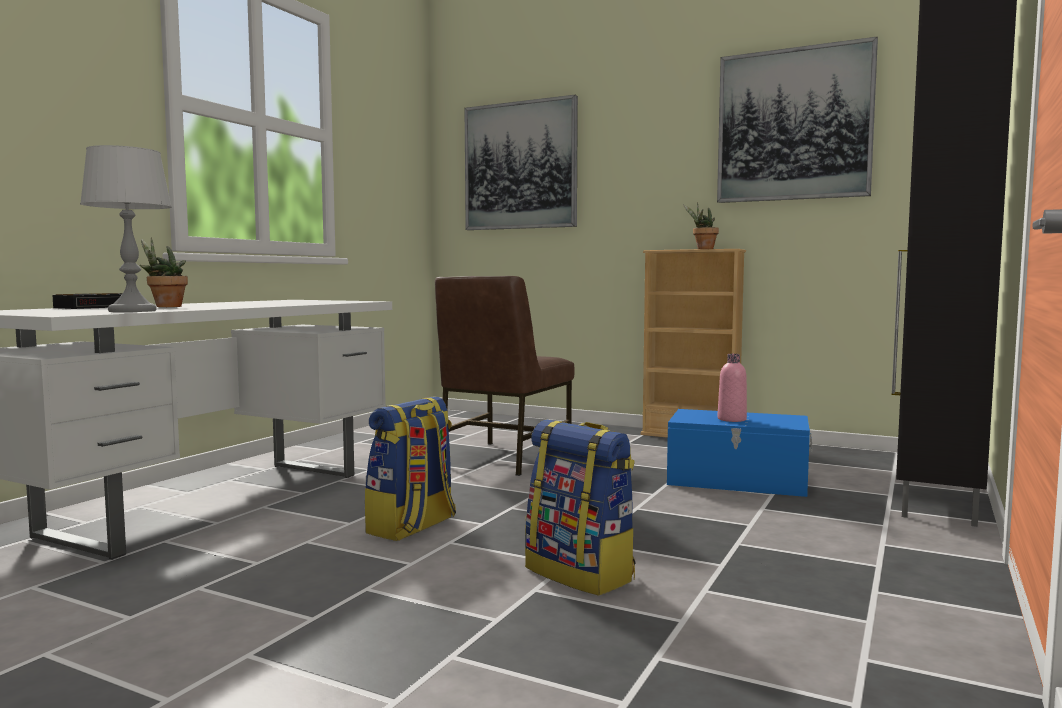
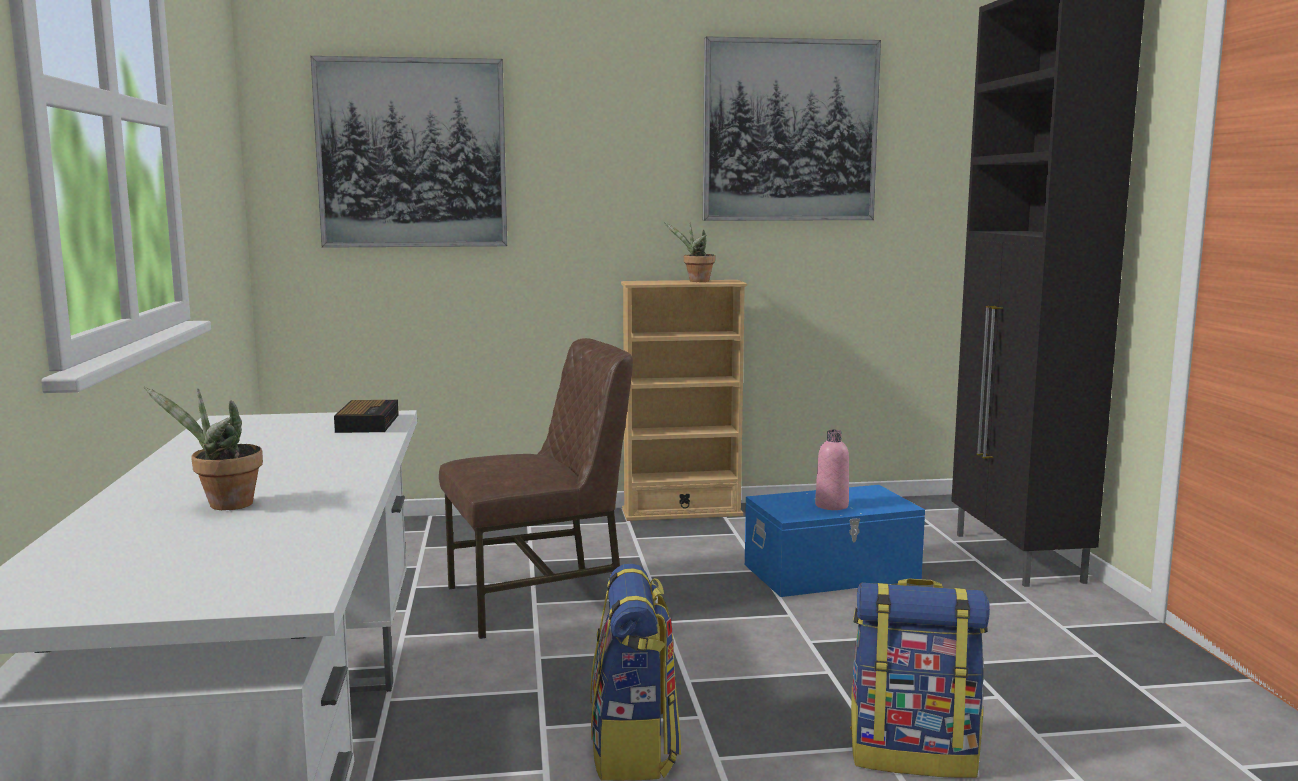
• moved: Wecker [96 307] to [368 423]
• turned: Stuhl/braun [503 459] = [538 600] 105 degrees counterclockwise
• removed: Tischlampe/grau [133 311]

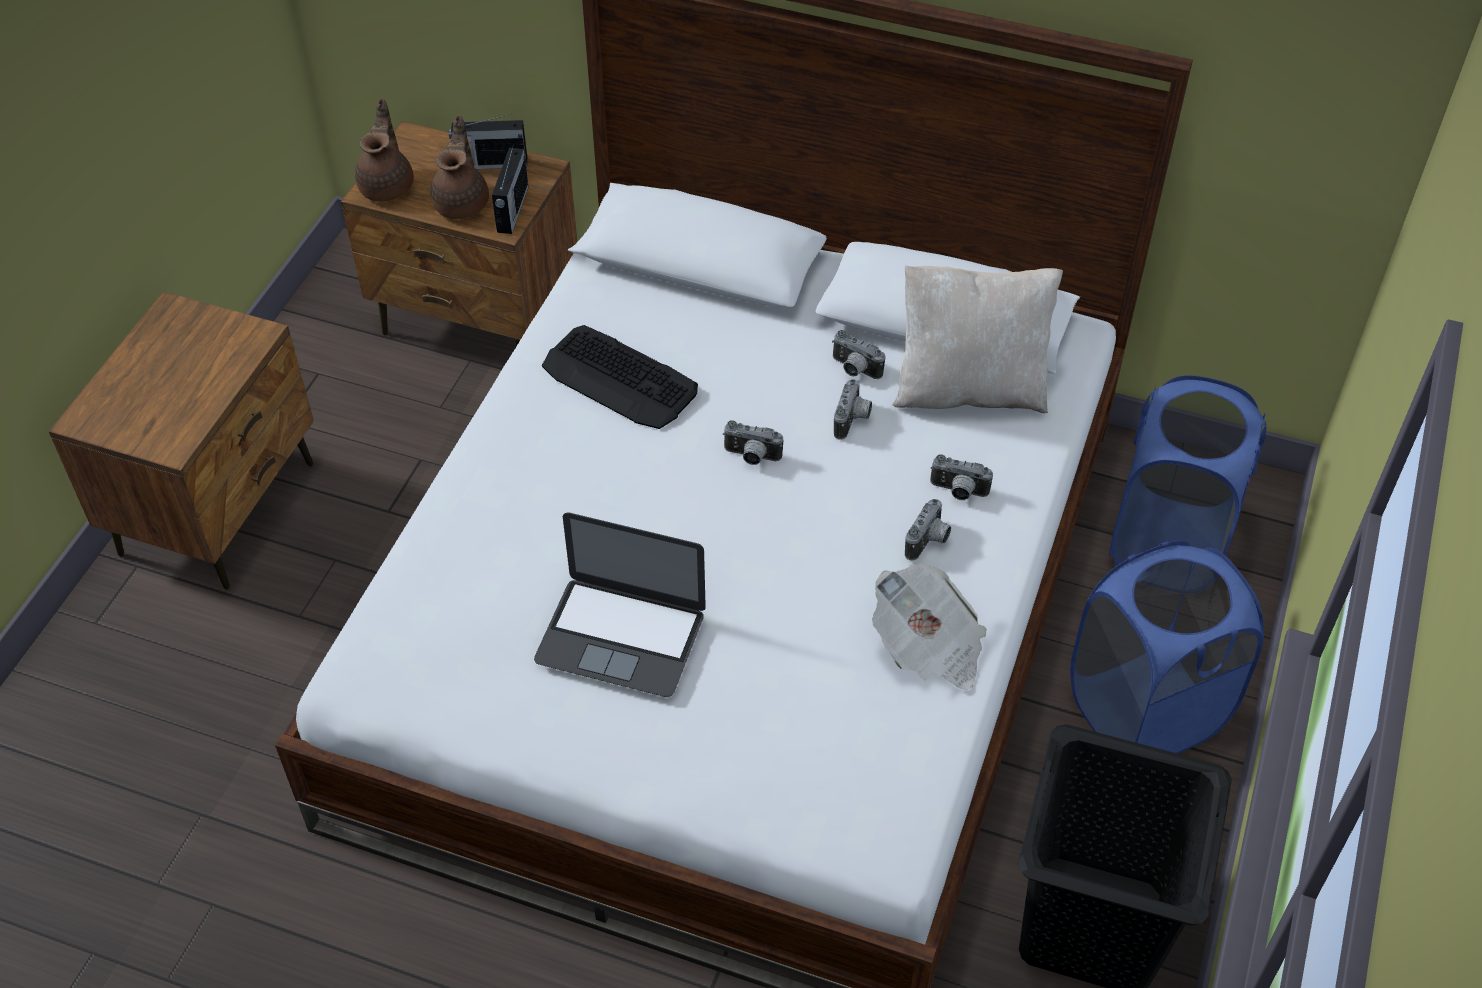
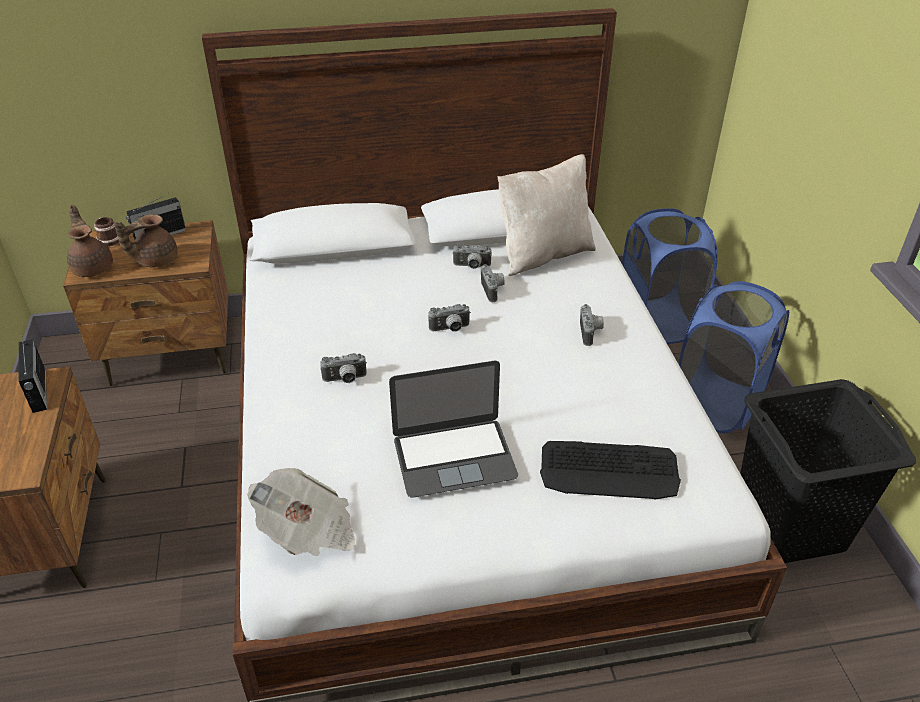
• moved: Radio [512 210] to [39 392]
• added: Henkelbecher [108 239]
• turned: Teekanne/braun [463 202] = [155 260] 105 degrees counterclockwise
• moved: Zeitung [928 647] to [308 531]
• moved: Kamera [958 492] to [345 380]
• moved: Tastatur [620 379] to [609 471]

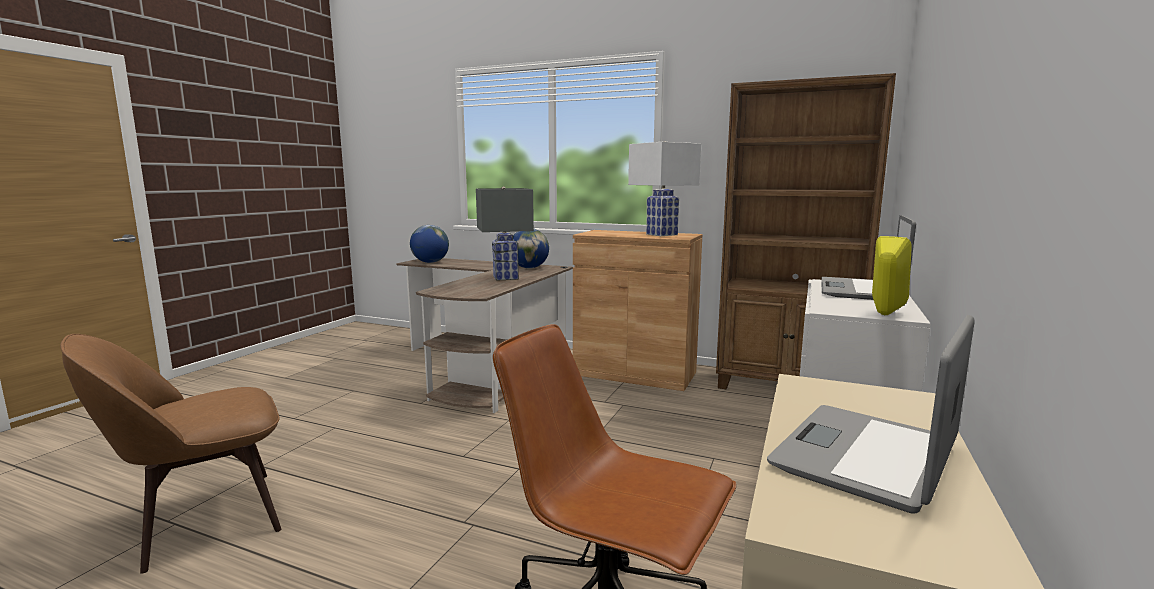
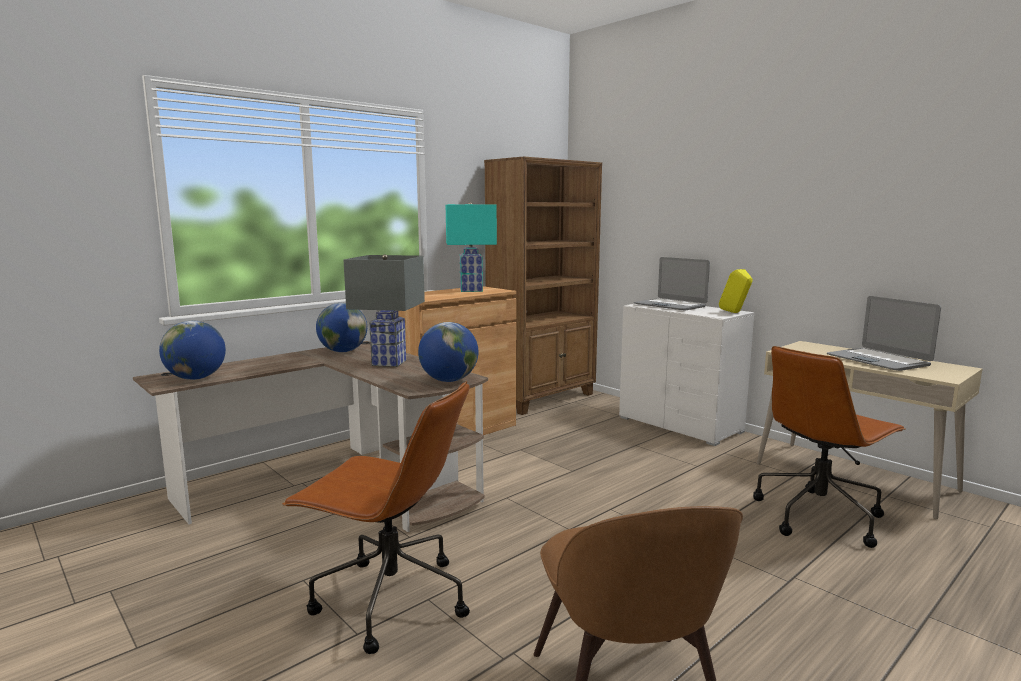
• added: Bürostuhl/braun [389 600]
• added: Globus [449 380]
• recoloured: Tischlampe/weiß [661 234] to Tischlampe/türkis [471 290]

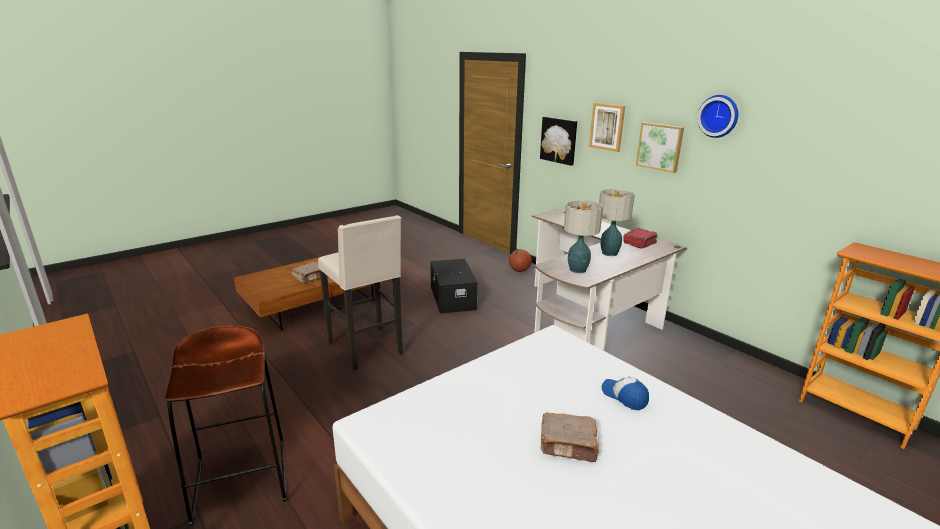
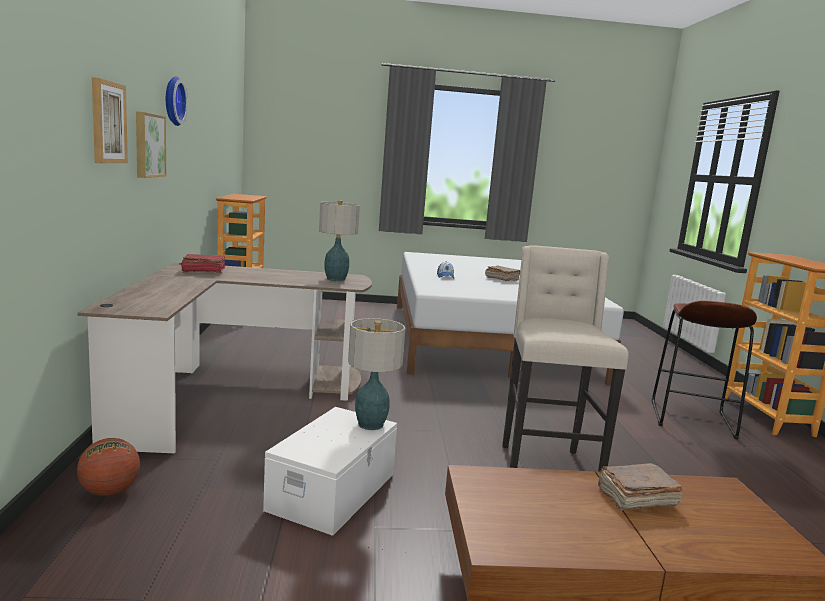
• recoloured: Aufbewahrungsbox/schwarz [452 298] to Aufbewahrungsbox/weiß [334 492]
• moved: Tischlampe [609 253] to [370 425]
• removed: Bild [559 140]

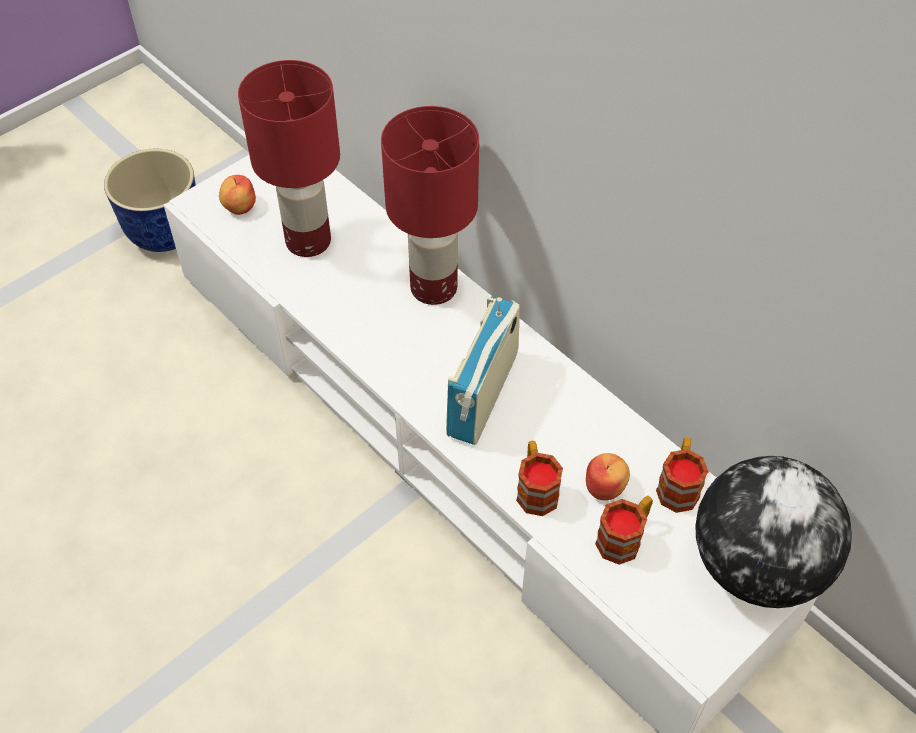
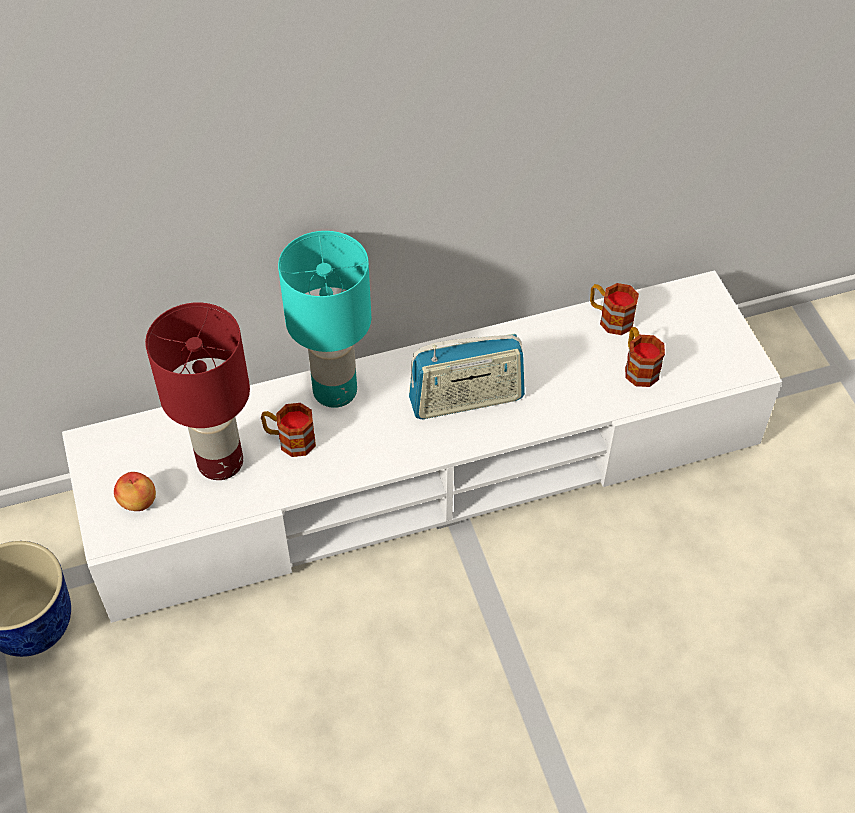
• moved: Henkelbecher [535 488] to [289 440]
• recoloured: Tischlampe/rot [432 288] to Tischlampe/türkis [334 392]
• turned: Radio [483 395] = [466 400] 60 degrees counterclockwise
• removed: Apfel [605 487]
• removed: Globus [756 565]

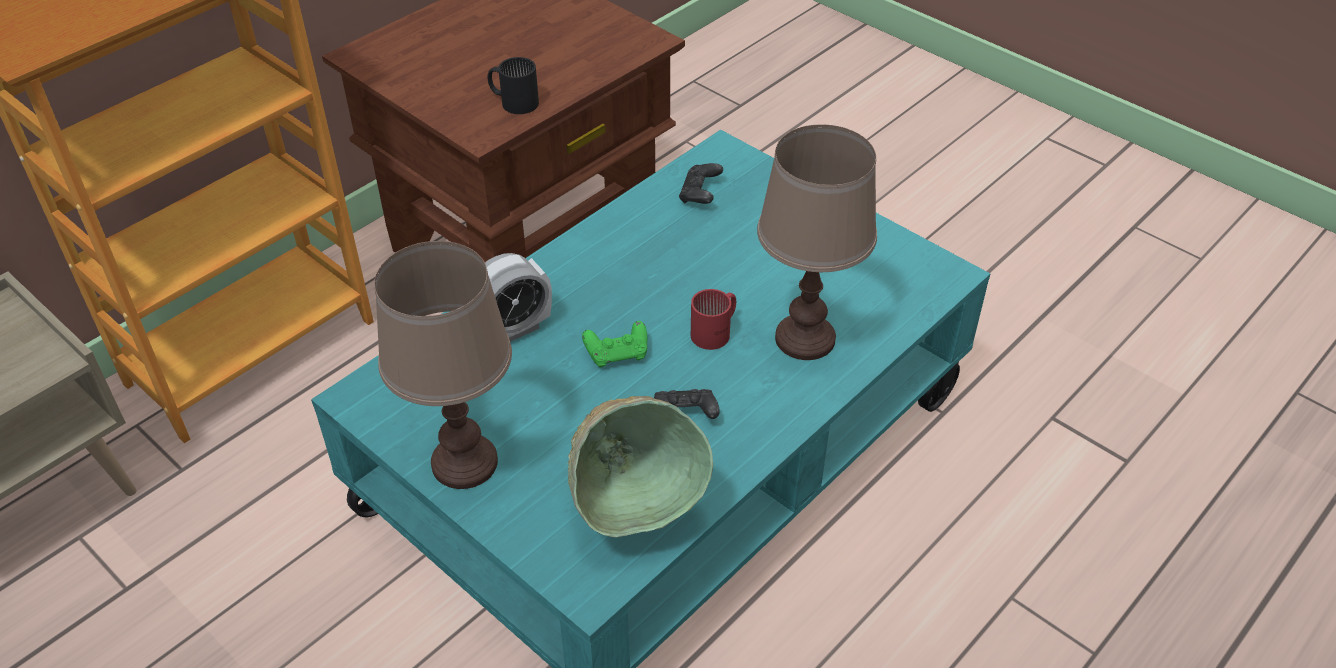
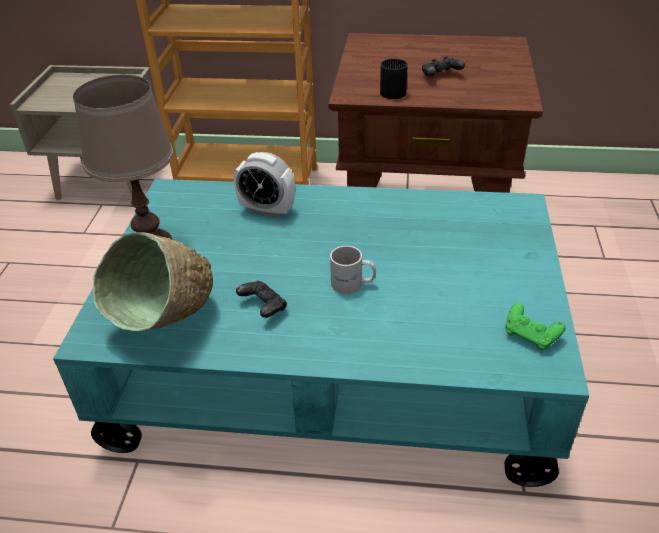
• recoloured: Henkelbecher/rot [716 332] to Henkelbecher/weiß [352 284]
• moved: Gamepad/schwarz [700 194] to [440 76]
• moved: Gamepad/grün [617 354] to [530 336]
• removed: Tischlampe/braun [806 339]

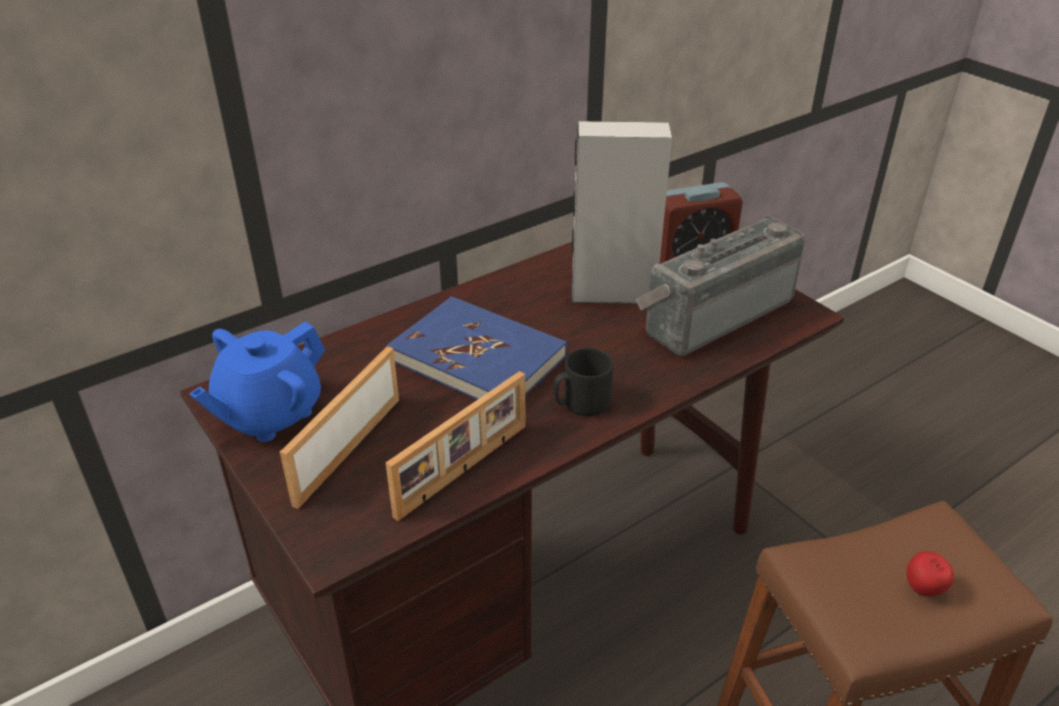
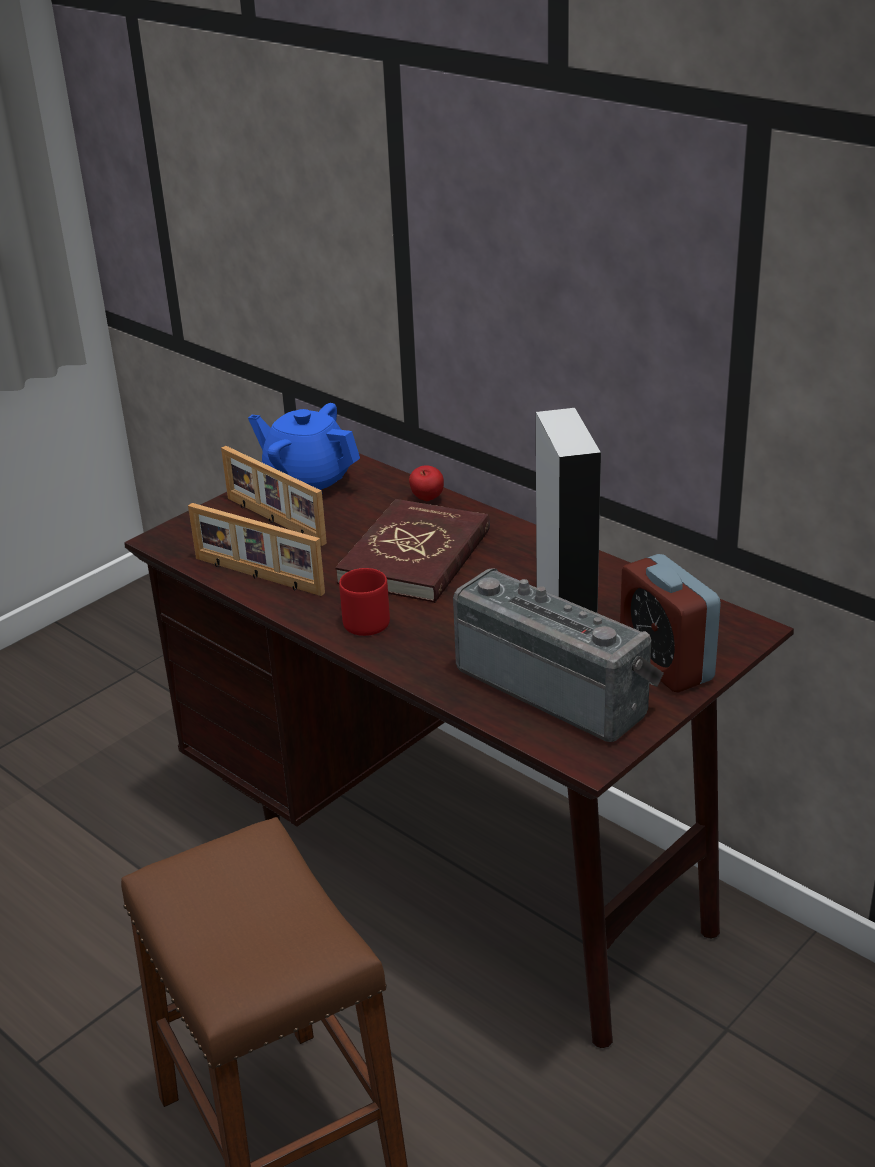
• turned: Bilderrahmen [346 449] = [274 521] 150 degrees counterclockwise
• recoloured: Buch/blau [478 358] to Buch/rot [416 557]
• recoloured: Henkelbecher/schwarz [581 403] to Henkelbecher/rot [363 620]
• moved: Apfel [923 590] to [427 500]

